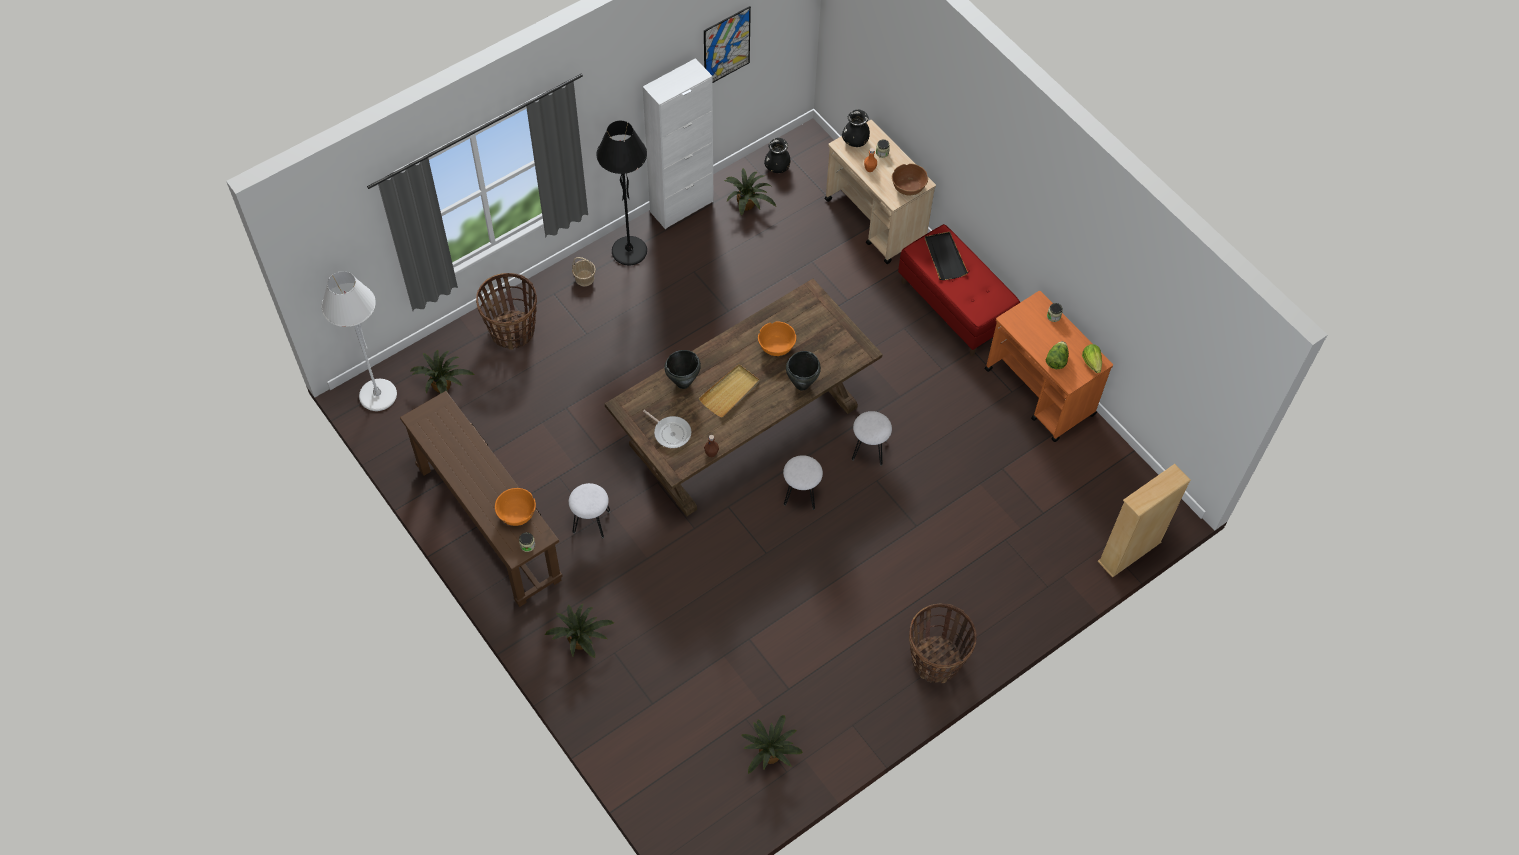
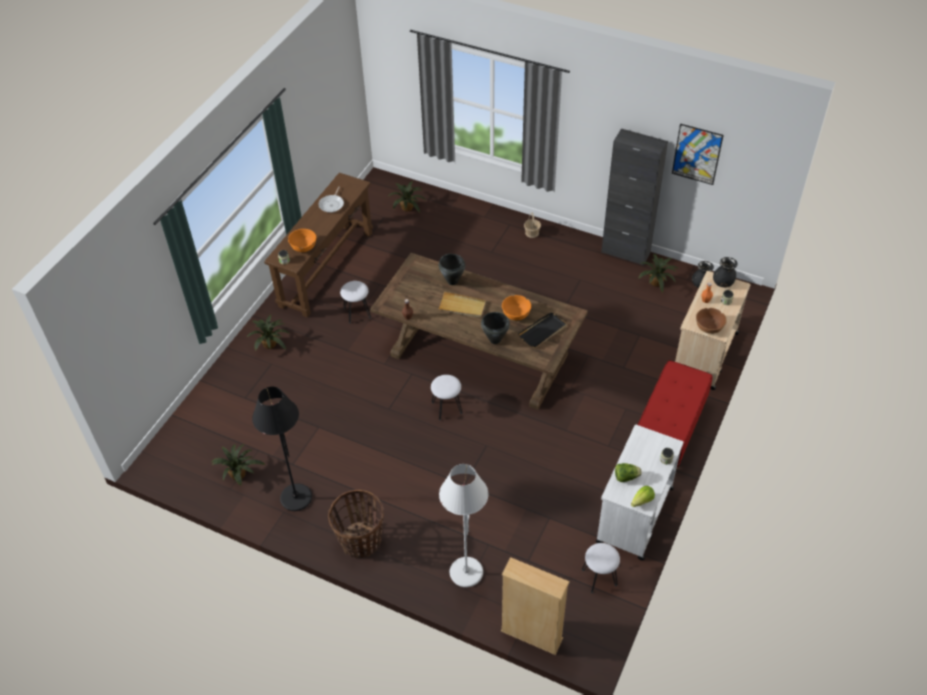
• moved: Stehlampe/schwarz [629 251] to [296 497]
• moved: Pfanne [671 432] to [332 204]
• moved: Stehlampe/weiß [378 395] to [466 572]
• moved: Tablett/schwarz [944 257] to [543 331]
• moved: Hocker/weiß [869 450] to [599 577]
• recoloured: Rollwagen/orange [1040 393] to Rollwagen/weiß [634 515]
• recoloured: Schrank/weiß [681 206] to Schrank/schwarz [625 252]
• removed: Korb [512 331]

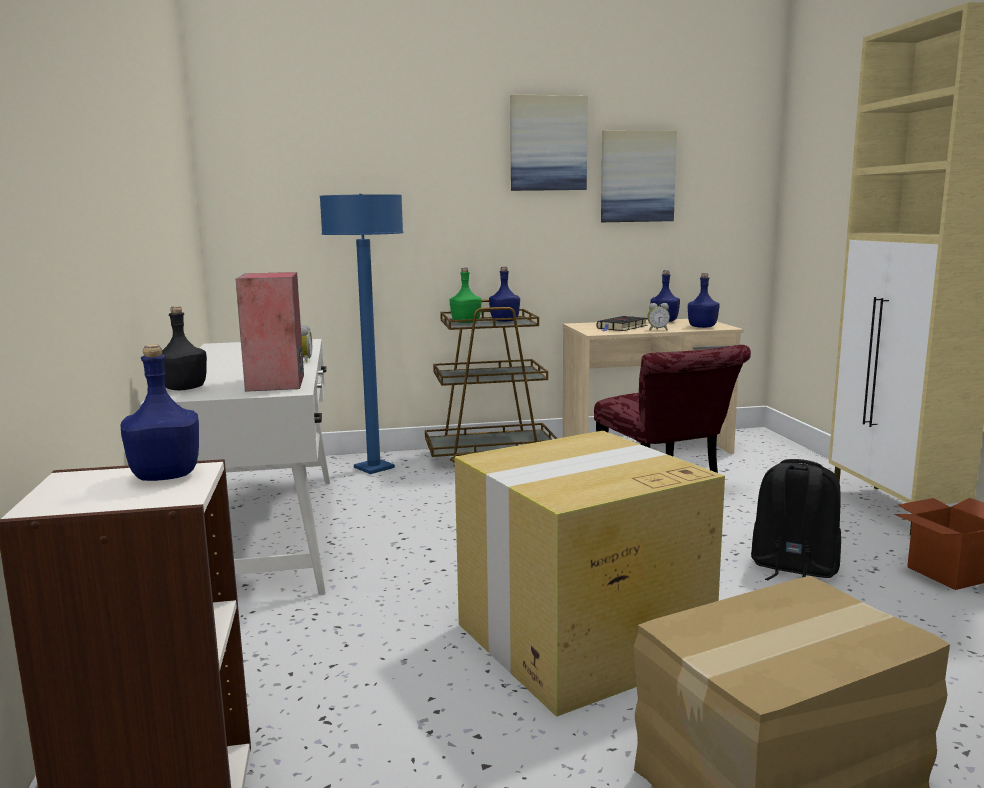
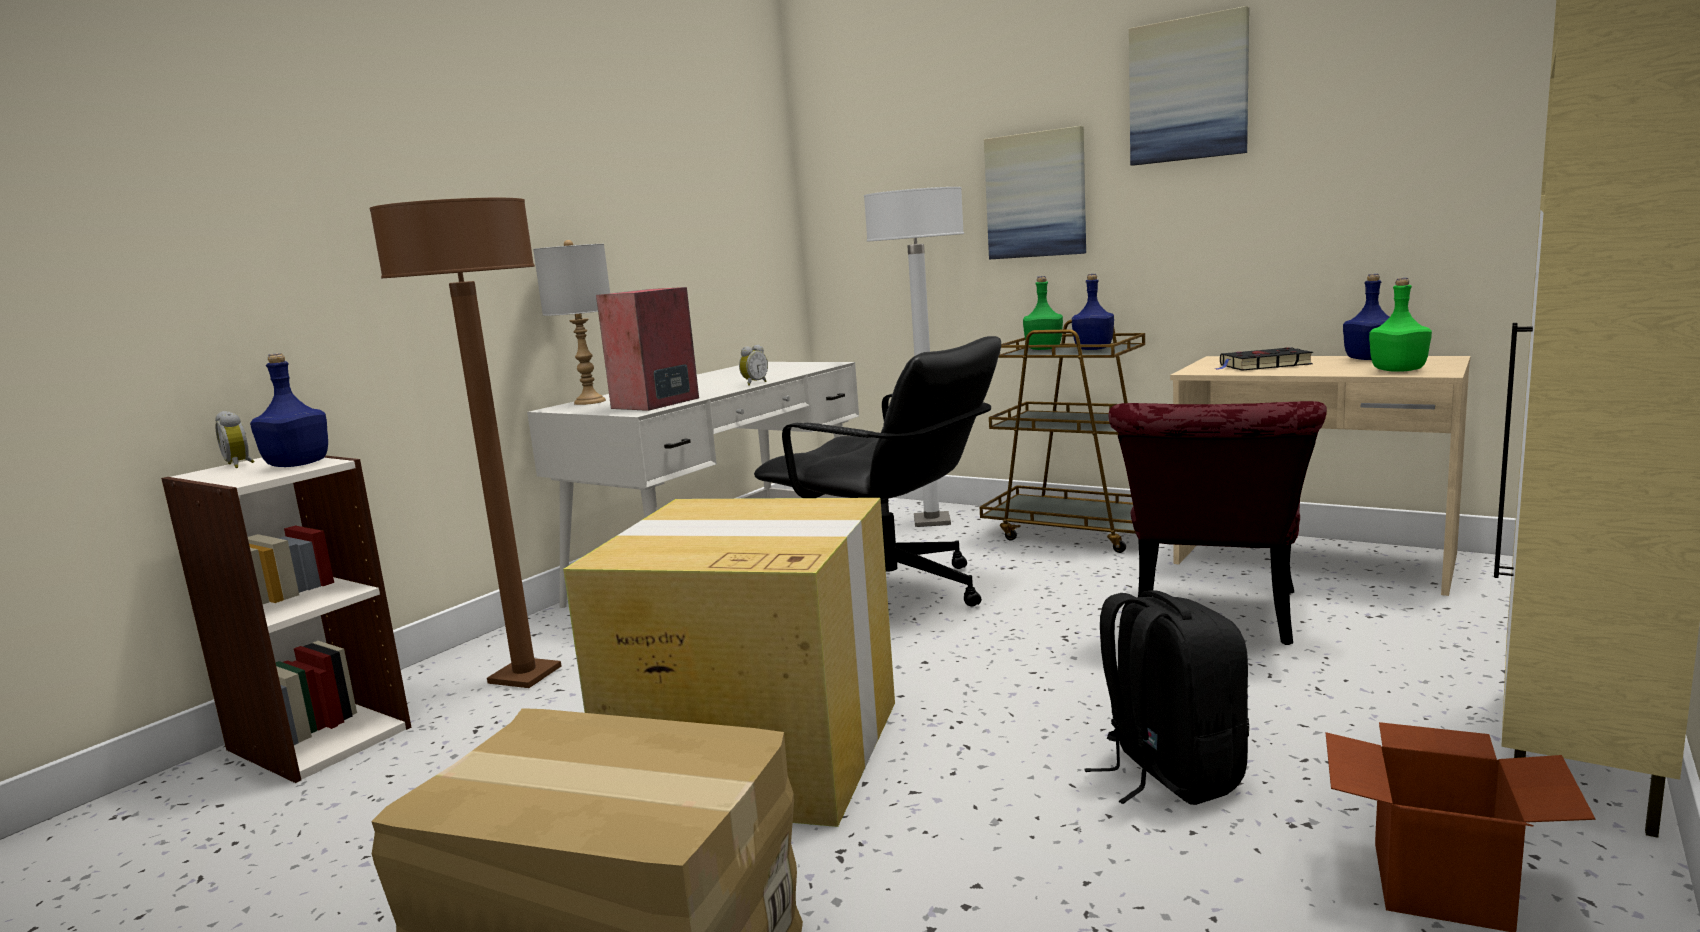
• moved: Wecker [657 330] to [240 465]
• added: Stehlampe/braun [525 676]
• replaced: Flasche/schwarz [183 388] to Tischlampe/grau [589 402]
• added: Bürostuhl/schwarz [892 594]
• recoloured: Stehlampe/blau [374 468] to Stehlampe/weiß [932 521]
• moved: Bild [637 176] to [1036 195]
• recoloured: Flasche/blau [702 327] to Flasche/grün [1399 370]

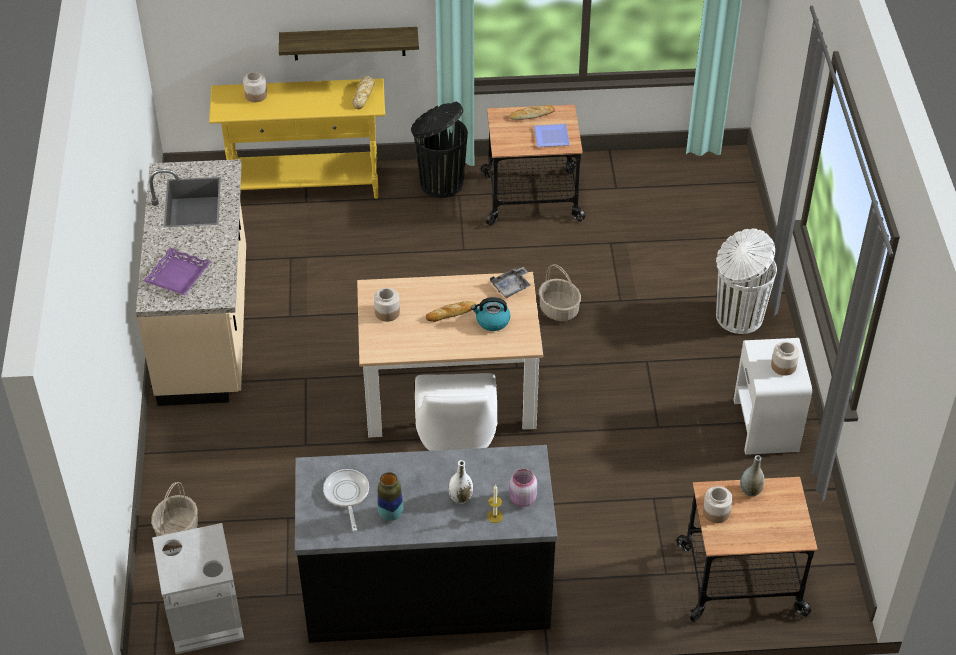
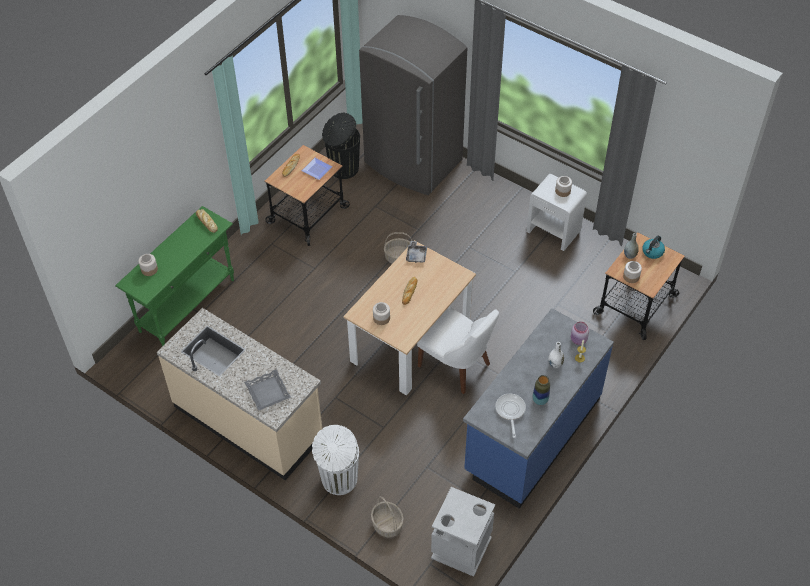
• recoloured: Konsolentisch/gelb [306 186] to Konsolentisch/grün [187 305]
• recoloured: Tablett/lila [178 276] to Tablett/grau [268 392]
• moved: Mülleimer/weiß [737 317] to [339 480]
• moved: Mülleimer/schwarz [440 182] to [343 168]
• added: Kühlschrank/grau [413 163]
• recoloured: Küchenzeile/schwarz [427 591] to Küchenzeile/blau [531 435]
• turned: Pfanne [346 495] = [510 411] 60 degrees clockwise
• moved: Wasserkessel [492 321] to [652 252]
• removed: Wandregal [349 43]

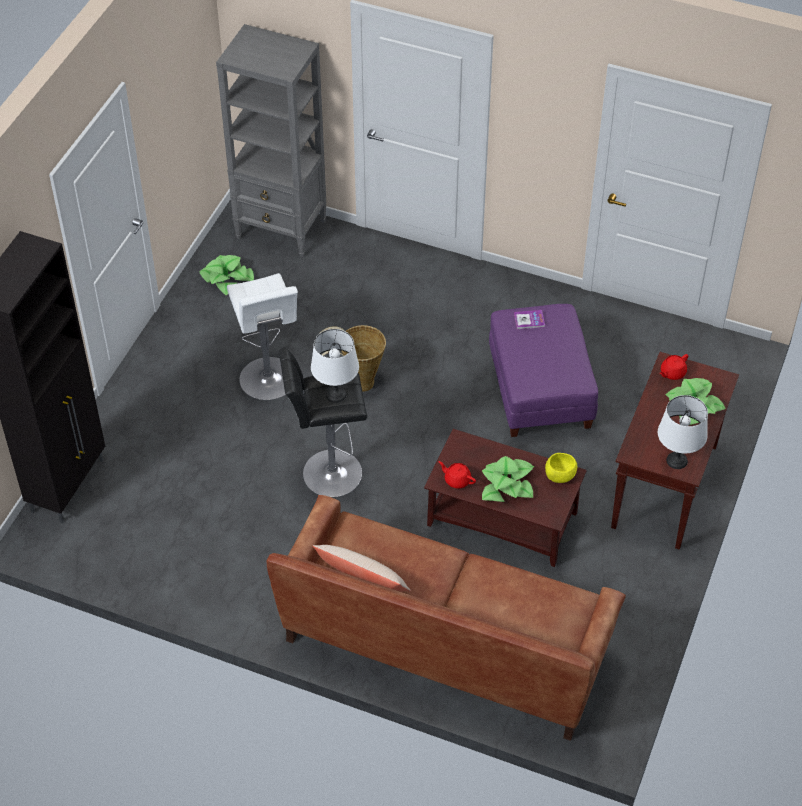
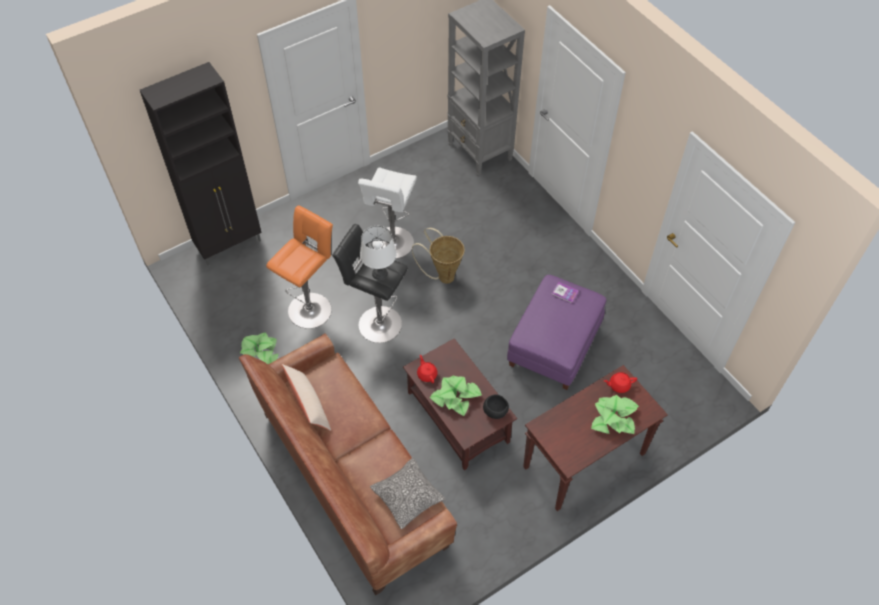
• moved: Topfpflanze [227 278] to [260 353]
• added: Hocker/orange [311 308]
• added: Kissen [407 496]
• recoloured: Schüssel/gelb [559 476] to Schüssel/schwarz [494 412]
• removed: Tischlampe/weiß [676 460]

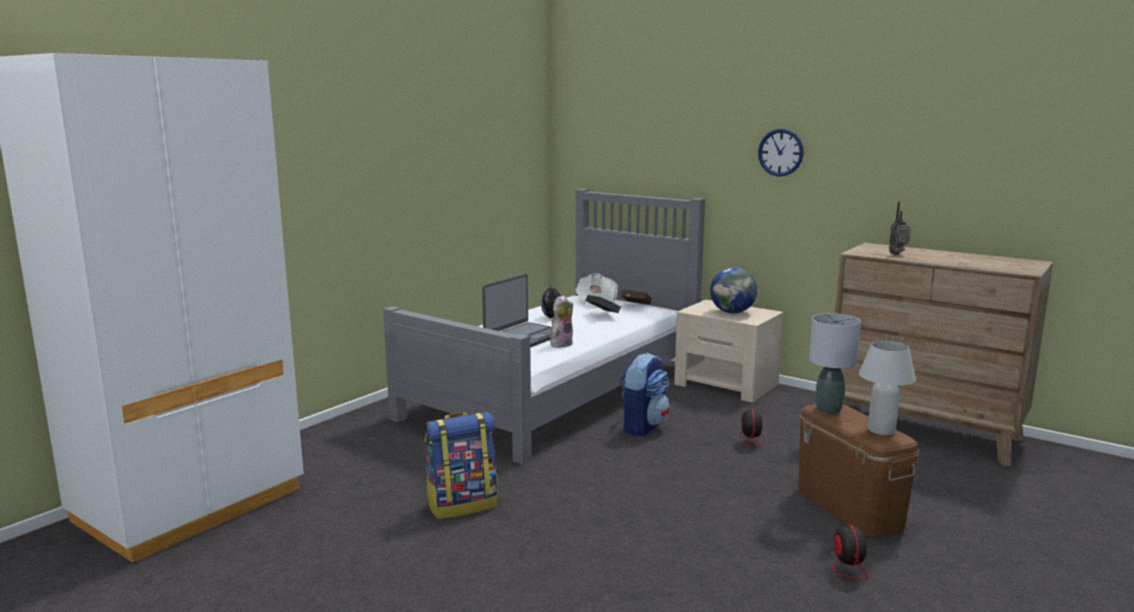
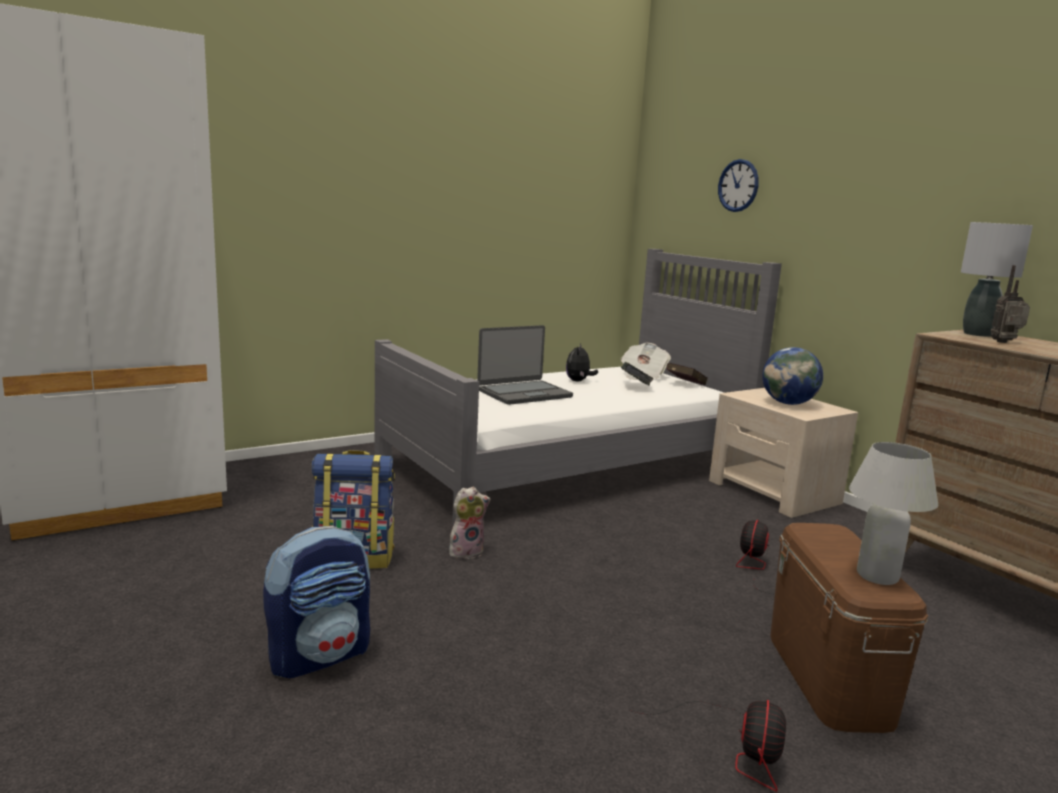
• moved: Rucksack [643 426] to [320 655]
• moved: Plüschtier [561 344] to [466 551]
• moved: Wanduhr [780 152] to [738 185]
• moved: Tischlampe/grau [828 410] to [978 334]

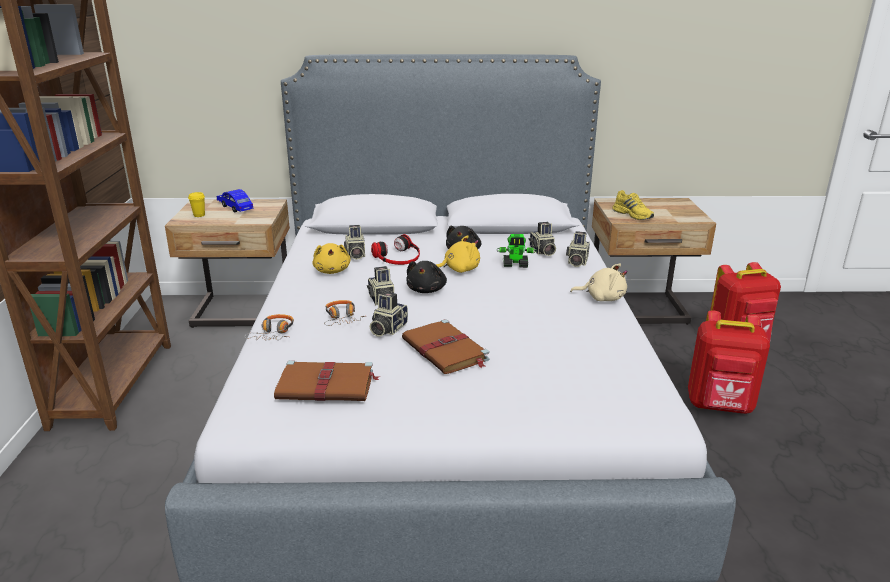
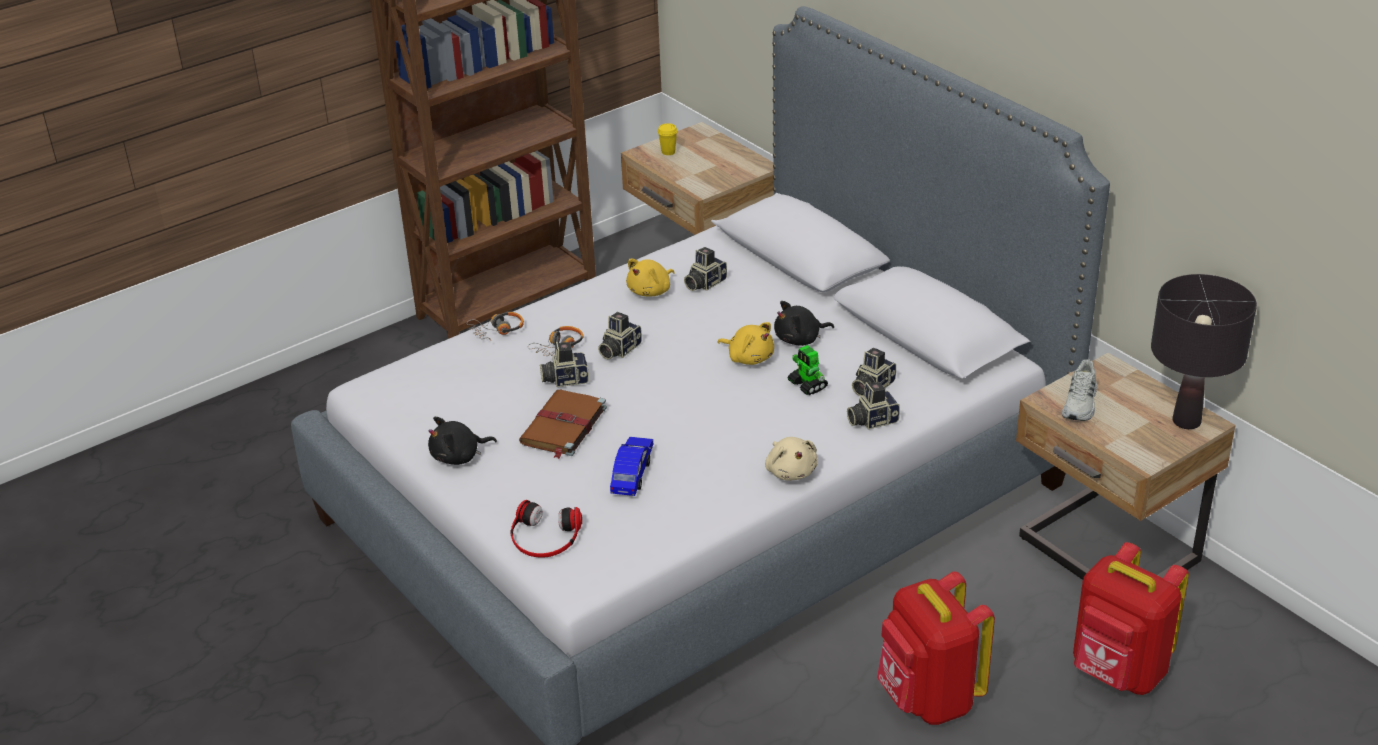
• moved: Plüschtier/schwarz [427 290] to [459 457]
• moved: Kopfhörer [398 257] to [544 537]
• moved: Spielzeugauto/blau [235 207] to [632 473]
• recoloured: Schuh/gelb [633 214] to Schuh/weiß [1081 403]
• added: Tischlampe/schwarz [1187 421]
• removed: Buch/braun [327 385]

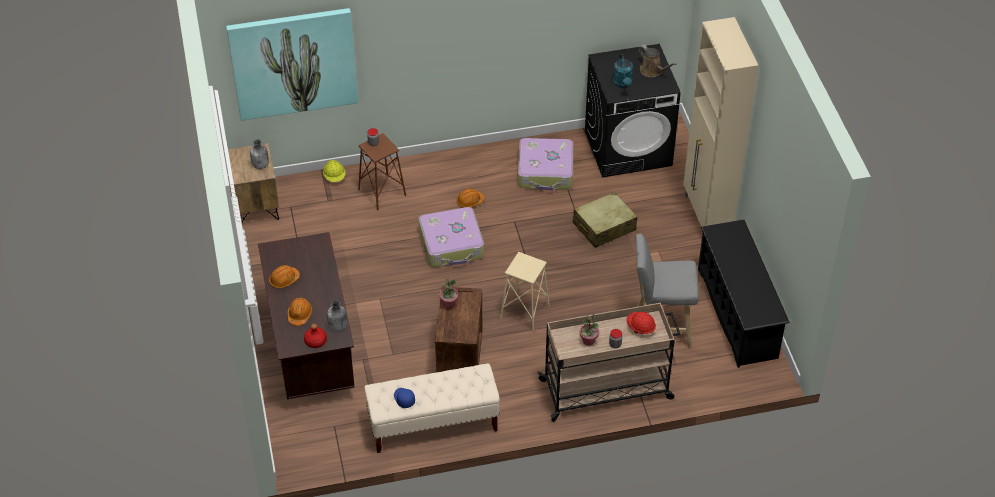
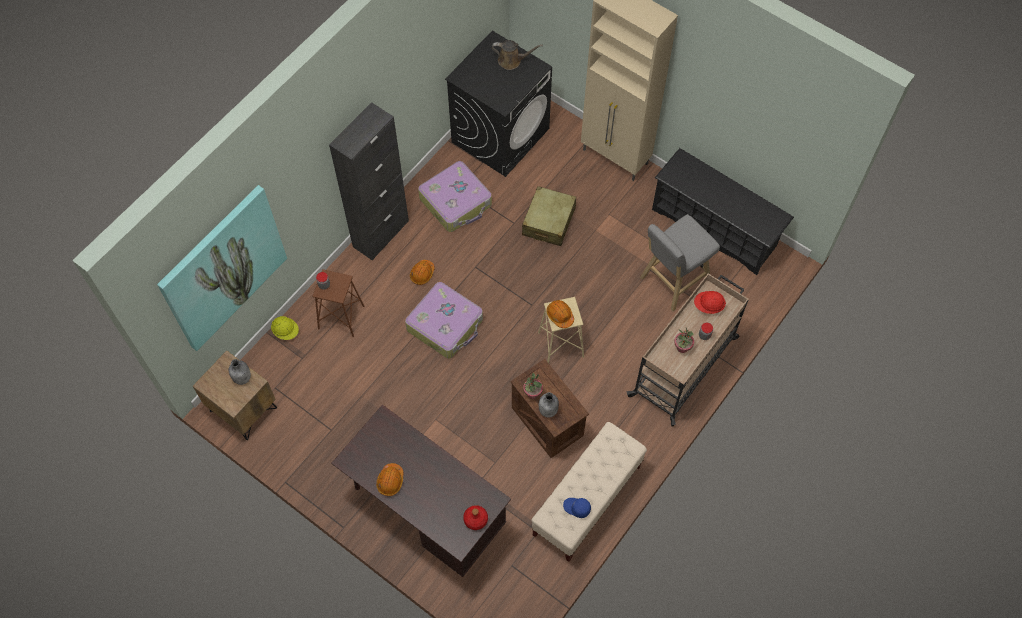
• added: Schrank/schwarz [381 234]
• moved: Flasche/grau [338 327] to [548 410]
• moved: Schutzhelm/orange [299 314] to [560 315]
• removed: Gießkanne/türkis [623 84]

